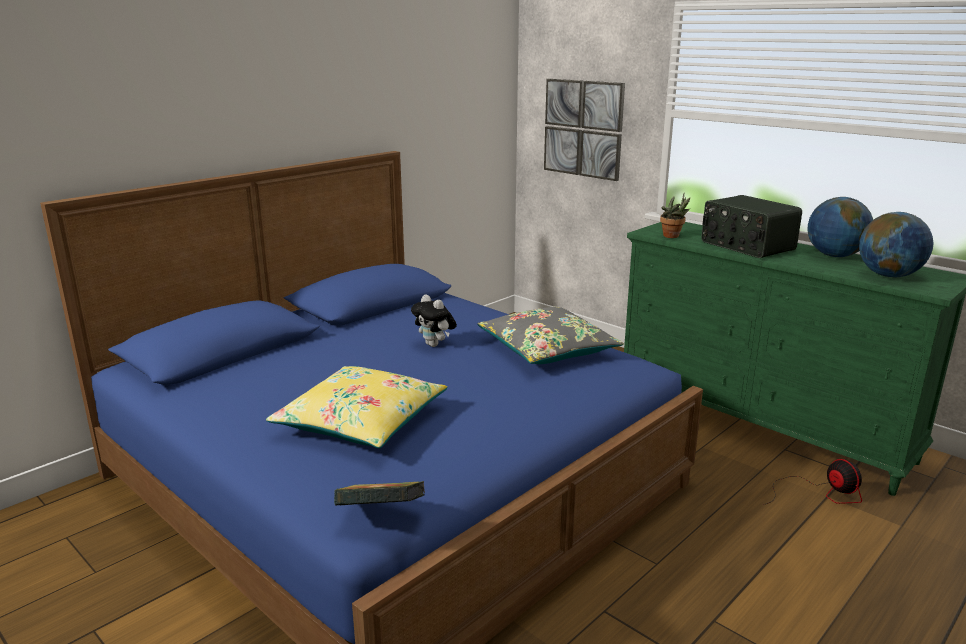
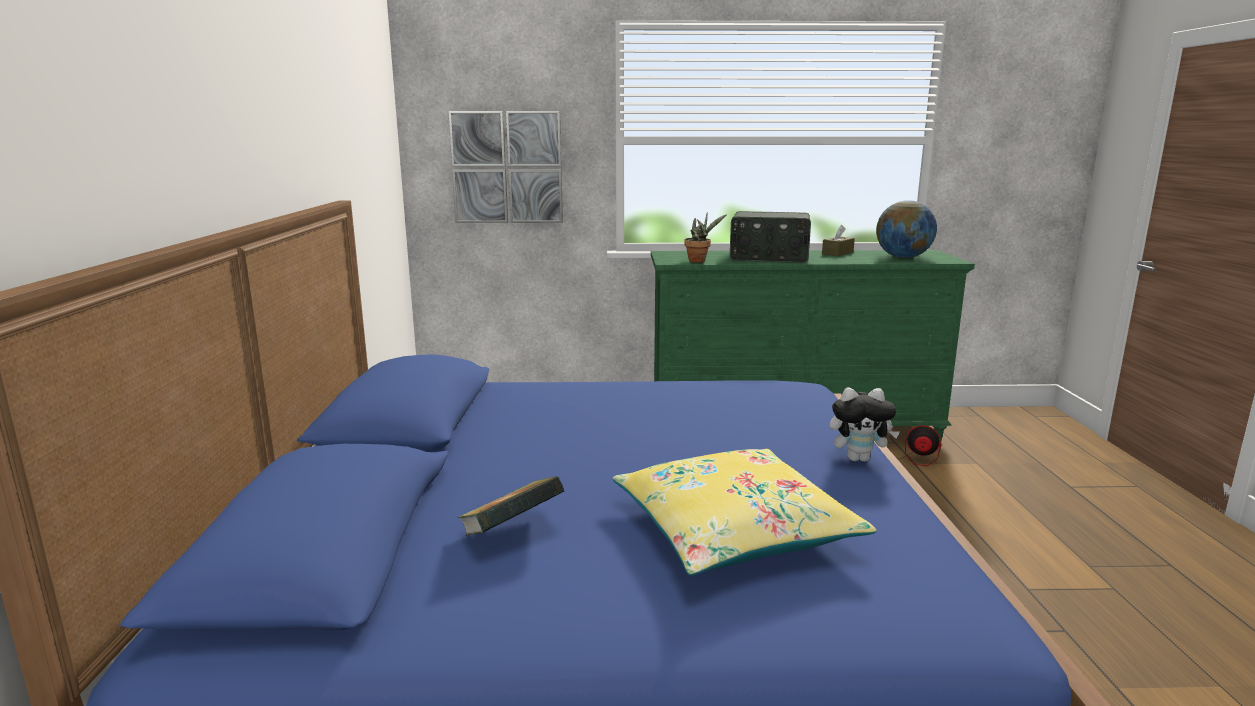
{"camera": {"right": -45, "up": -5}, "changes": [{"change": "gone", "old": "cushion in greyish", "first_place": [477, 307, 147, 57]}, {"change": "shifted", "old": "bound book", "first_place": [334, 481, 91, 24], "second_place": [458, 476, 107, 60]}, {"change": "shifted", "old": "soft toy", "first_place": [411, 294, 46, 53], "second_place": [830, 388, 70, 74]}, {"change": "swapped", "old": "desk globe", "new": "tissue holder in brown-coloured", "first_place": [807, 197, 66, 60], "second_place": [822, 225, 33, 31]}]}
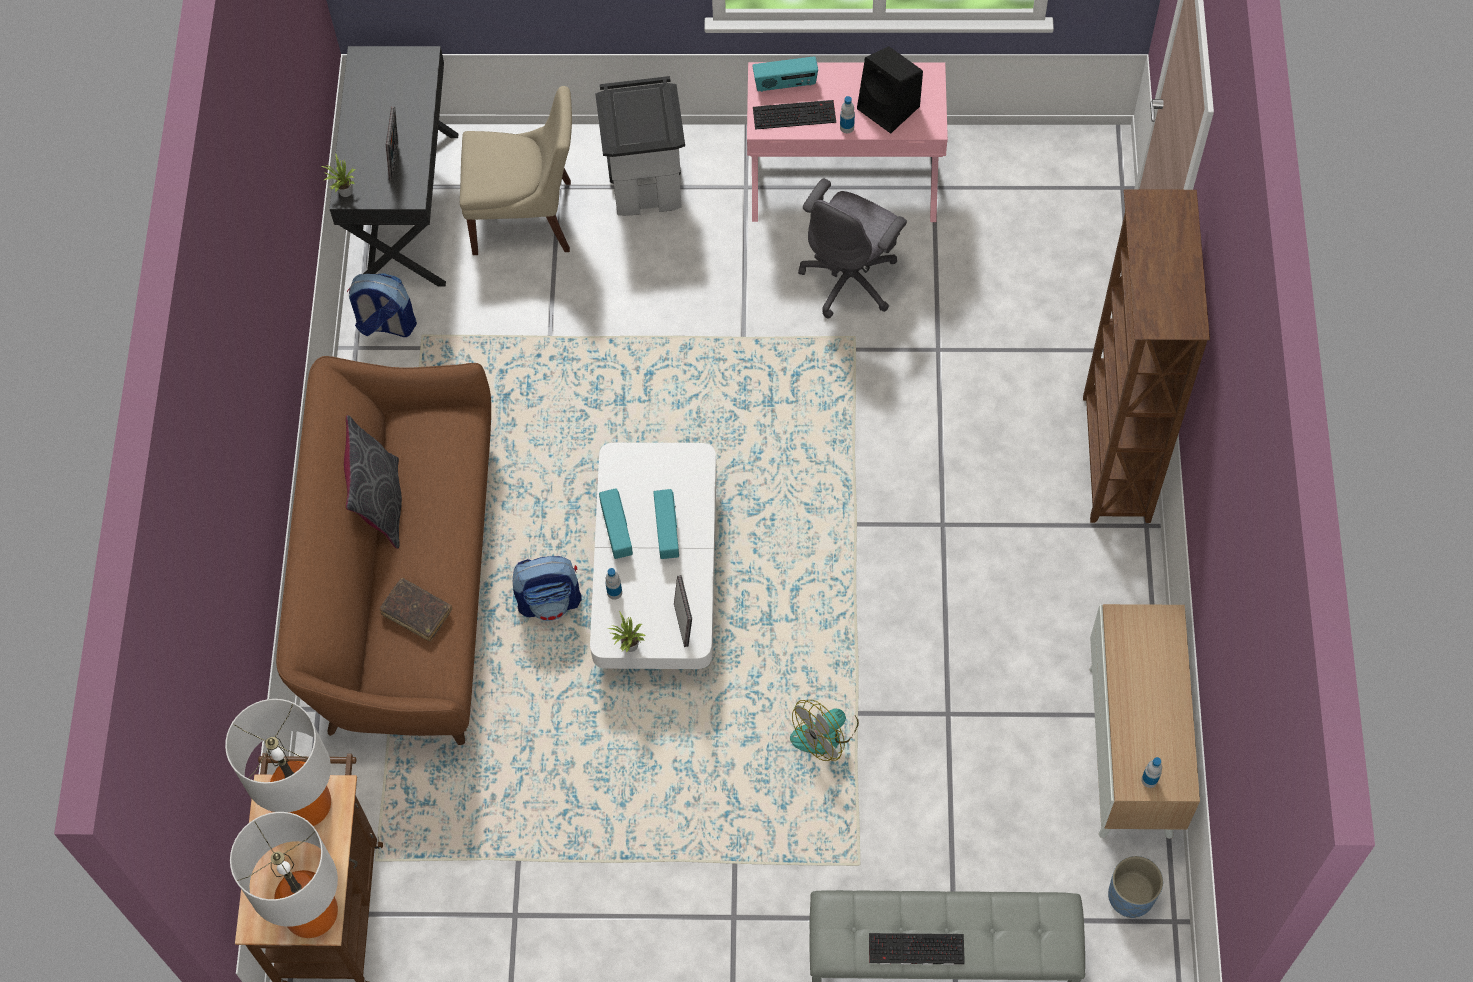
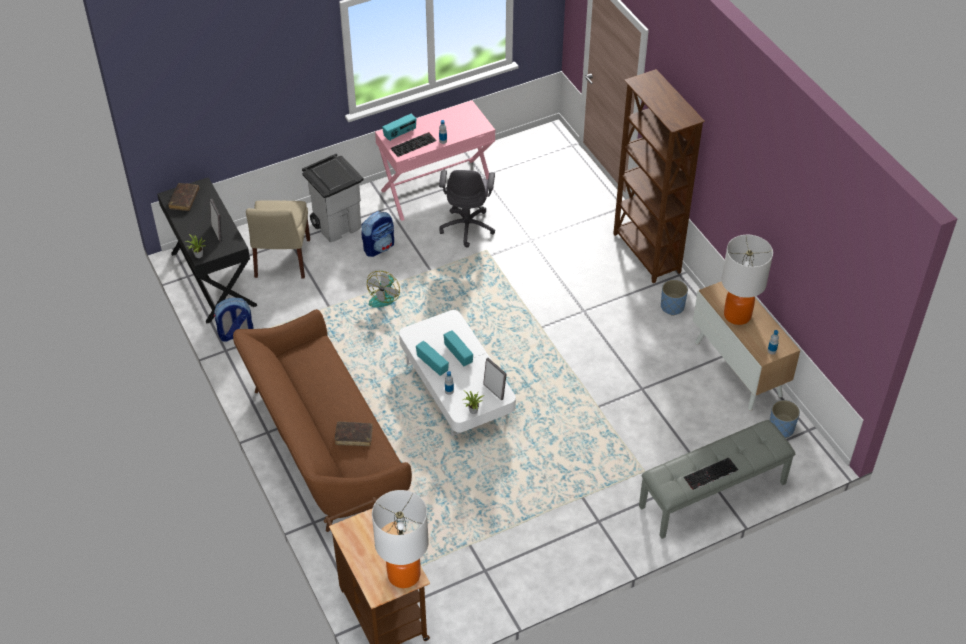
{"camera": {"right": -30, "up": -15}, "changes": [{"change": "gone", "old": "cushion in greyish", "first_place": [344, 415, 58, 134]}, {"change": "gone", "old": "loudspeaker in black-coloured", "first_place": [857, 46, 66, 87]}, {"change": "new", "new": "bound book in brown-coloured", "second_place": [168, 183, 31, 28]}, {"change": "new", "new": "flower pot in blue", "second_place": [661, 280, 27, 36]}, {"change": "shifted", "old": "lamp for a table", "first_place": [225, 699, 106, 127], "second_place": [721, 235, 52, 90]}, {"change": "shifted", "old": "knapsack", "first_place": [512, 556, 70, 65], "second_place": [361, 211, 33, 46]}, {"change": "shifted", "old": "fan", "first_place": [790, 700, 69, 61], "second_place": [367, 271, 33, 36]}, {"change": "rotated", "old": "plain chair in beige-coloured", "first_place": [460, 86, 112, 169], "second_place": [246, 200, 64, 78], "degrees": 120}]}
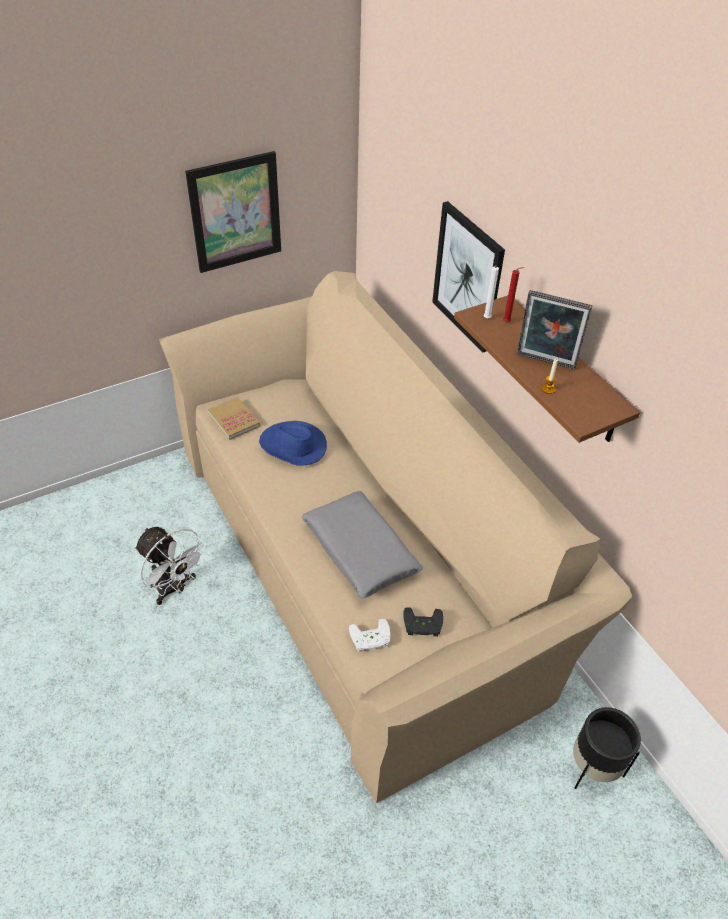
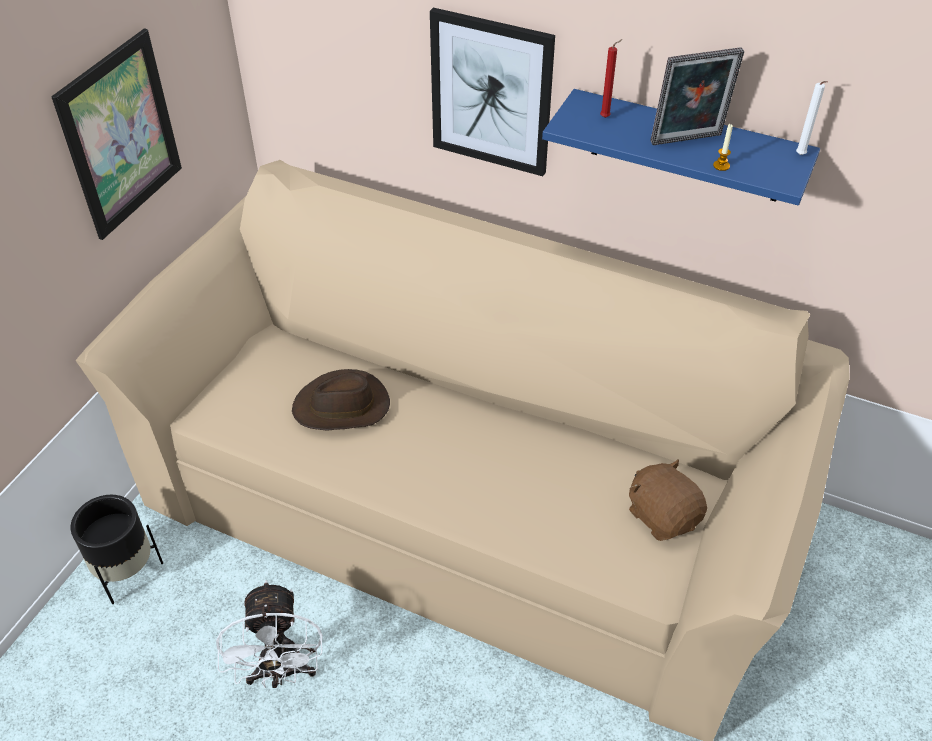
{"camera": {"right": -35, "up": 0}, "changes": [{"change": "gone", "old": "bound book", "first_place": [208, 397, 52, 43]}, {"change": "gone", "old": "cushion in greyish", "first_place": [302, 491, 121, 108]}, {"change": "gone", "old": "gamepad in white-coloured", "first_place": [349, 619, 41, 33]}, {"change": "shifted", "old": "wax light in white-coloured", "first_place": [484, 266, 15, 53], "second_place": [796, 81, 32, 74]}, {"change": "shifted", "old": "flower pot in black-coloured", "first_place": [573, 707, 68, 82], "second_place": [71, 495, 92, 109]}, {"change": "swapped", "old": "gamepad in black-coloured", "new": "soft toy in brown-coloured", "first_place": [403, 607, 40, 29], "second_place": [629, 459, 78, 82]}, {"change": "repainted", "old": "clothing hat in blue", "new": "clothing hat in brown-coloured", "first_place": [259, 421, 68, 45], "second_place": [292, 369, 98, 62]}, {"change": "repainted", "old": "shelf in brown-coloured", "new": "shelf in blue", "first_place": [454, 295, 186, 148], "second_place": [542, 89, 278, 117]}, {"change": "rotated", "old": "fan in white-coloured", "first_place": [135, 527, 72, 78], "second_place": [216, 580, 107, 108], "degrees": 75}]}
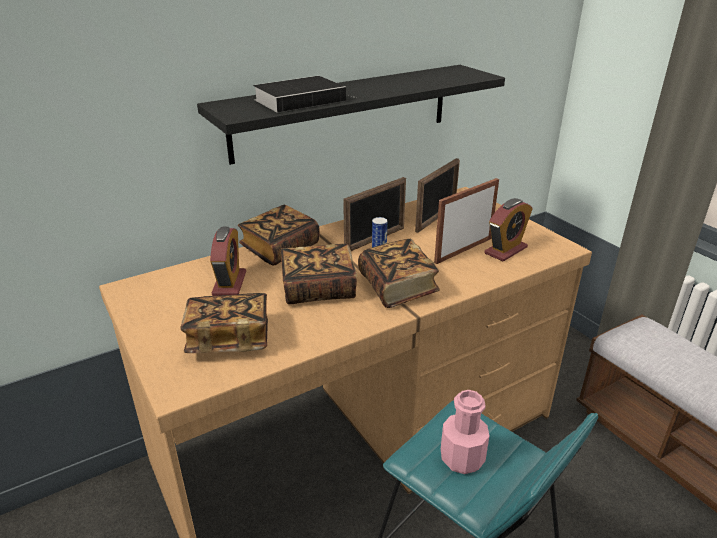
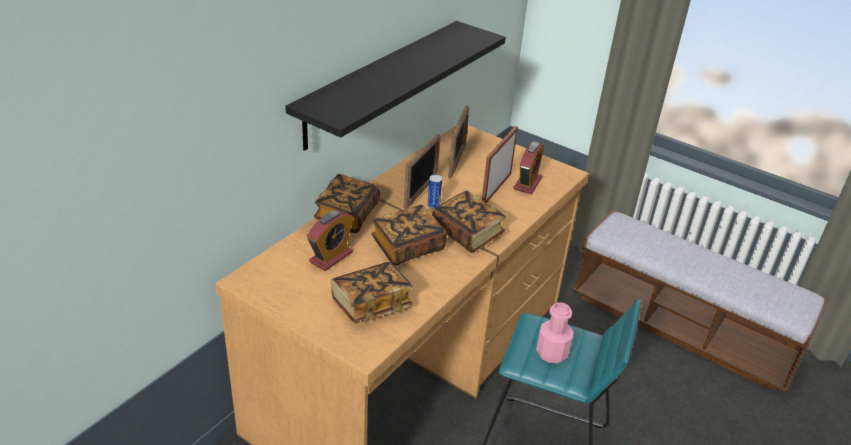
{"camera": {"right": -25, "up": 5}, "changes": [{"change": "gone", "old": "bound book", "first_place": [253, 76, 103, 37]}, {"change": "rotated", "old": "bedside clock", "first_place": [210, 227, 36, 69], "second_place": [307, 210, 47, 61], "degrees": 60}]}
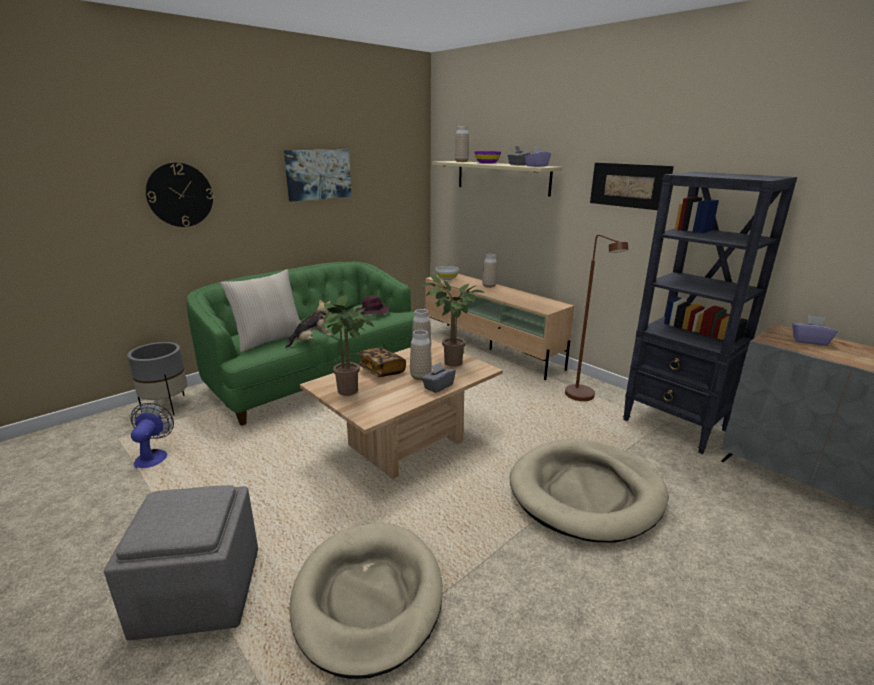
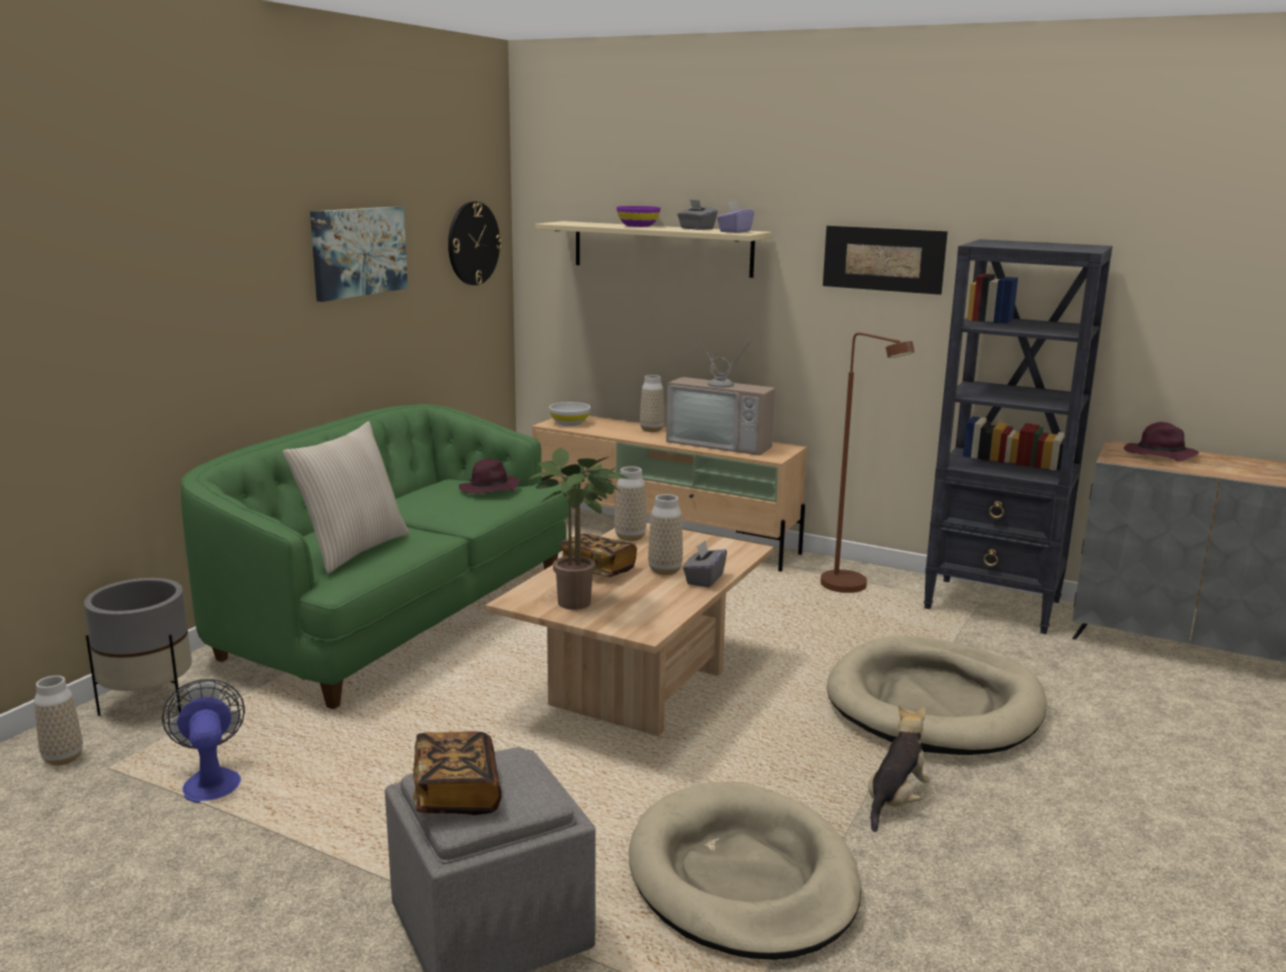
{"camera": {"right": -20, "up": -5}, "changes": [{"change": "gone", "old": "potted plant", "first_place": [423, 274, 62, 93]}, {"change": "new", "new": "bound book", "second_place": [413, 731, 89, 84]}, {"change": "new", "new": "television", "second_place": [666, 331, 109, 124]}, {"change": "shifted", "old": "hanging clock", "first_place": [146, 163, 67, 64], "second_place": [448, 201, 54, 84]}, {"change": "shifted", "old": "soft toy", "first_place": [285, 299, 47, 49], "second_place": [868, 706, 62, 126]}, {"change": "shifted", "old": "vase", "first_place": [454, 126, 15, 36], "second_place": [34, 675, 49, 91]}, {"change": "swapped", "old": "tissue holder in purple-coloured", "new": "clothing hat in purple-coloured", "first_place": [792, 315, 46, 31], "second_place": [1124, 422, 75, 40]}]}
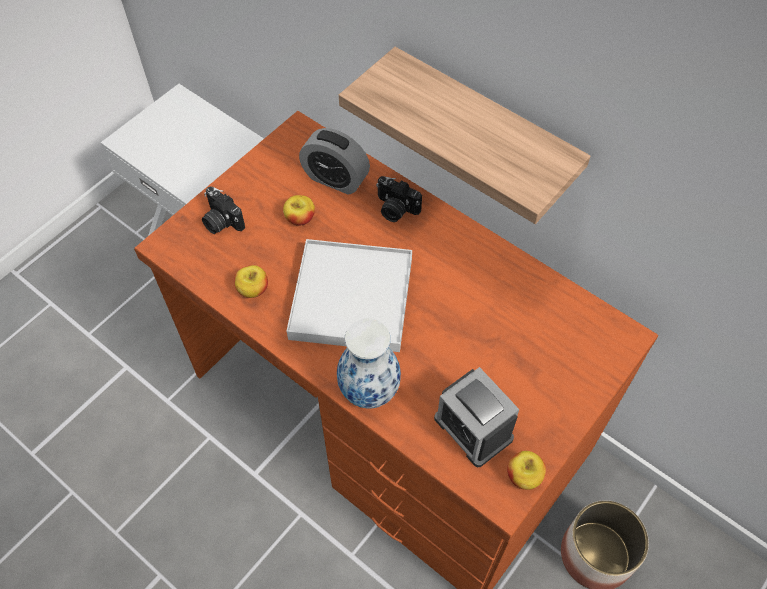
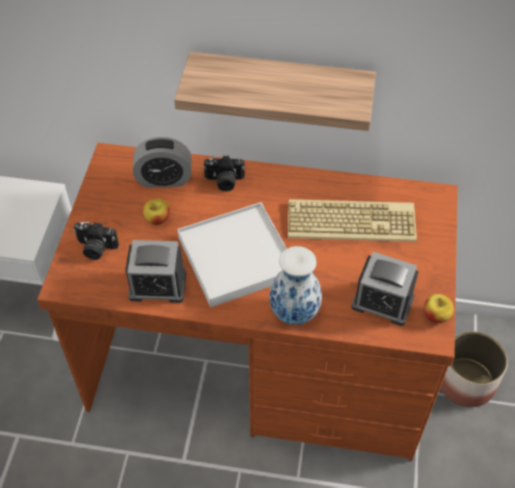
{"camera": {"right": -30, "up": -5}, "changes": [{"change": "new", "new": "computer keyboard", "second_place": [288, 199, 129, 43]}, {"change": "swapped", "old": "apple", "new": "bedside clock", "first_place": [234, 265, 34, 33], "second_place": [125, 240, 61, 63]}]}
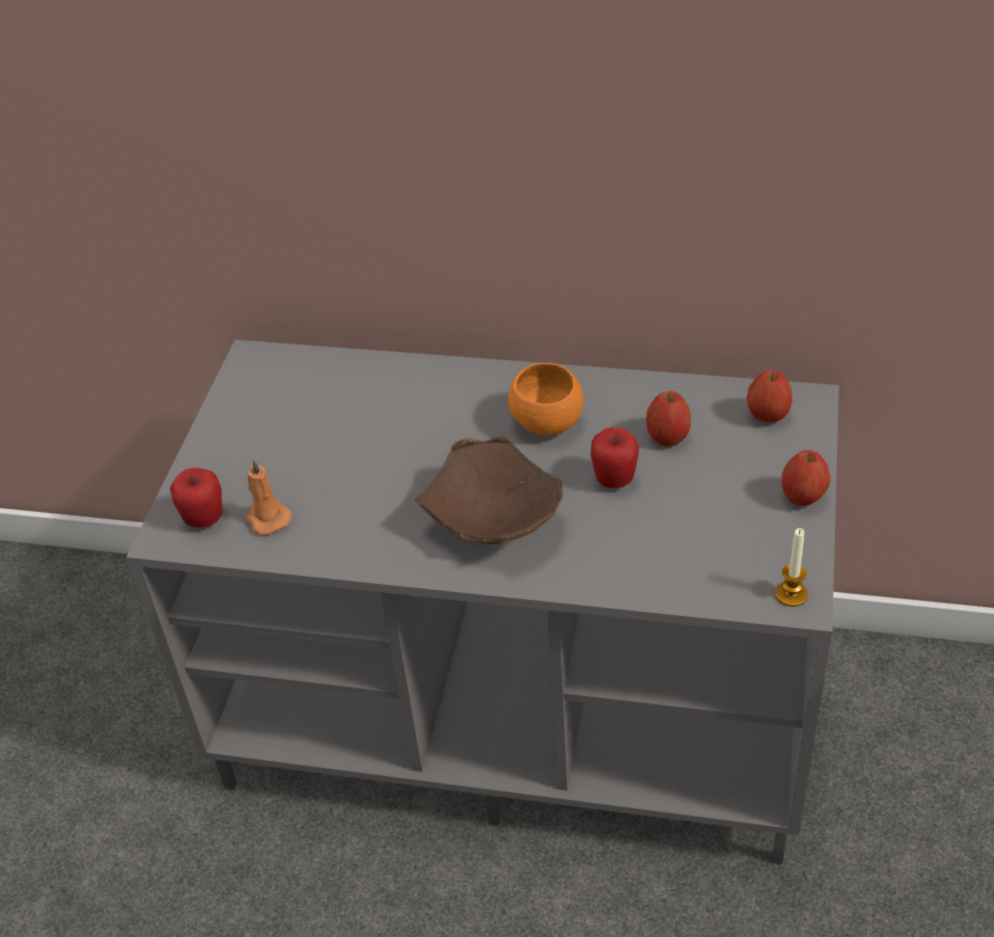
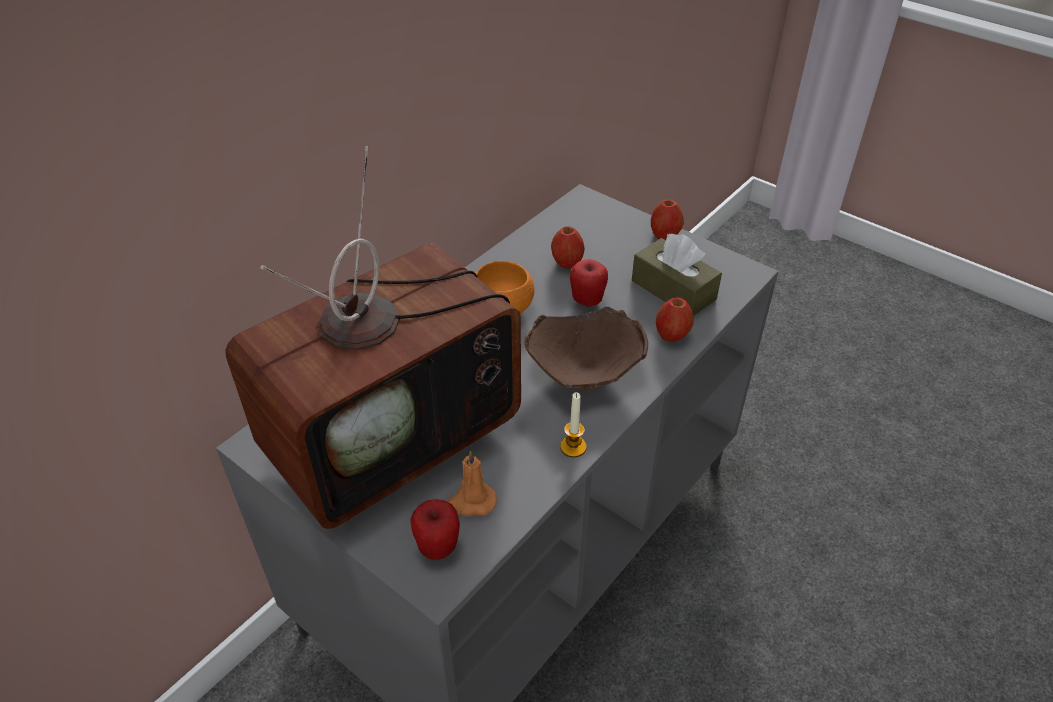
{"camera": {"right": -65, "up": 0}, "changes": [{"change": "new", "new": "television", "second_place": [225, 147, 296, 382]}, {"change": "new", "new": "tissue holder in brown-coloured", "second_place": [632, 234, 90, 82]}, {"change": "shifted", "old": "apple", "first_place": [747, 370, 45, 52], "second_place": [656, 298, 38, 44]}, {"change": "shifted", "old": "wax light", "first_place": [775, 528, 33, 79], "second_place": [560, 392, 27, 65]}]}
